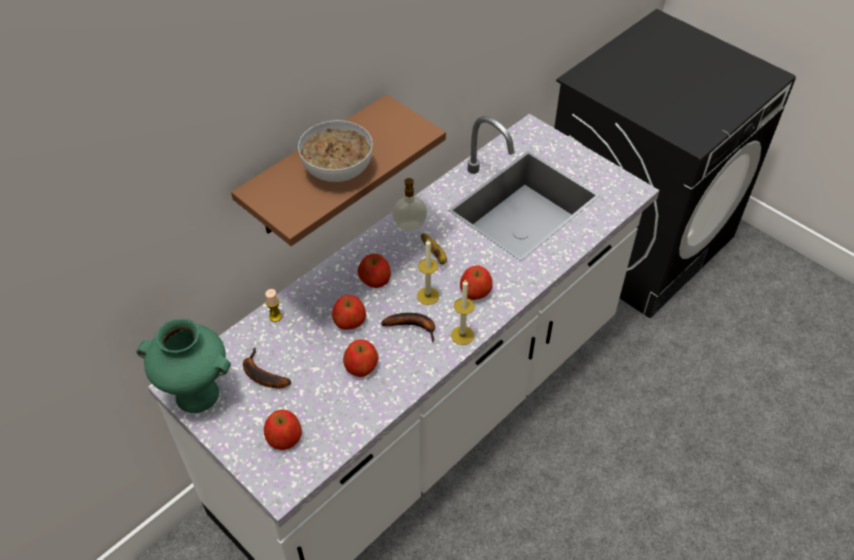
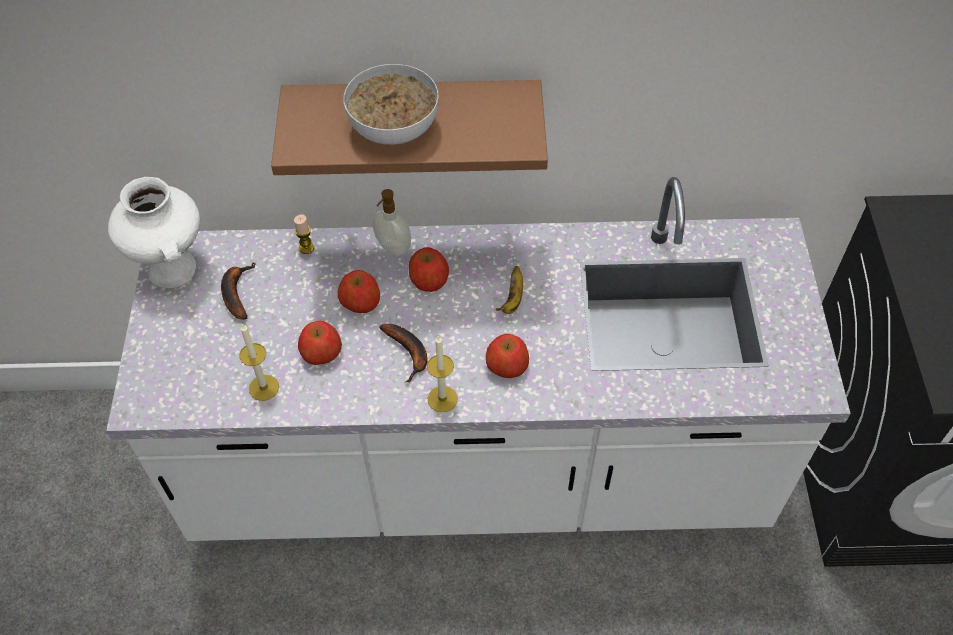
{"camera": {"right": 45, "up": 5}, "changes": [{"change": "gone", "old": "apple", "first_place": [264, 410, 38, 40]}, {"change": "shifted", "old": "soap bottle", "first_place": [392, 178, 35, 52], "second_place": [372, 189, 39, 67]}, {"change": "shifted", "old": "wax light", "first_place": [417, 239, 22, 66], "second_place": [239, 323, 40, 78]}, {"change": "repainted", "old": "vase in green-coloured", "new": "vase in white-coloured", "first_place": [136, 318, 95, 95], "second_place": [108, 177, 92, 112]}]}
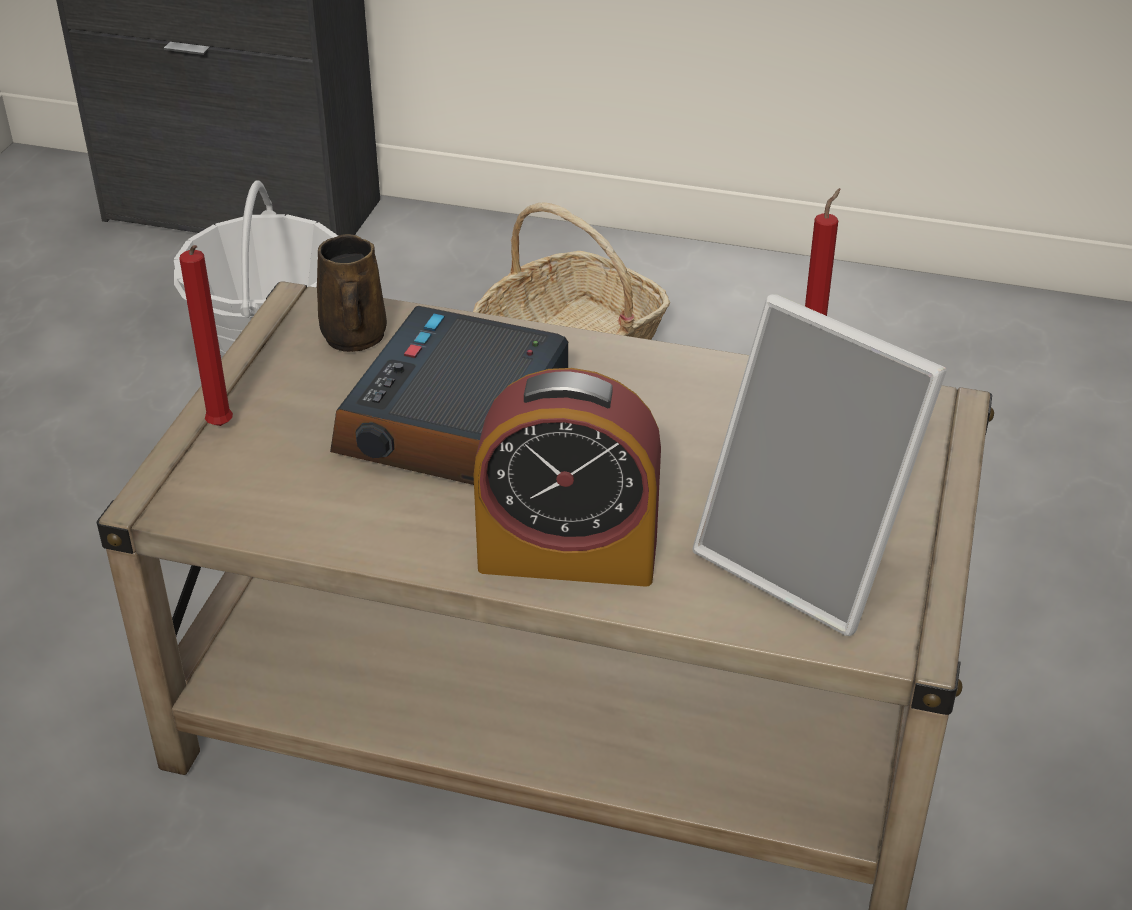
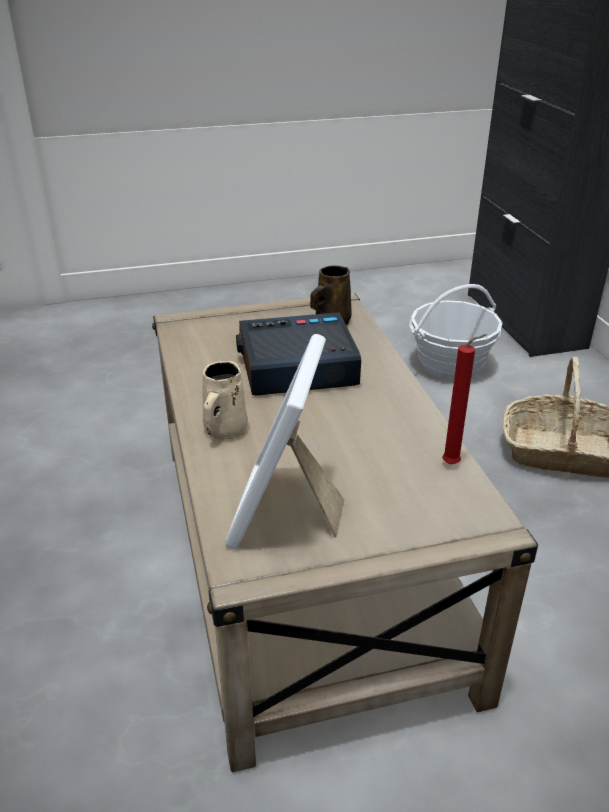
{"camera": {"right": 60, "up": -5}, "changes": [{"change": "gone", "old": "wax light in reddish", "first_place": [179, 245, 54, 181]}, {"change": "swapped", "old": "bedside clock", "new": "tea mug in beige-coloured", "first_place": [473, 368, 188, 219], "second_place": [202, 361, 46, 79]}]}
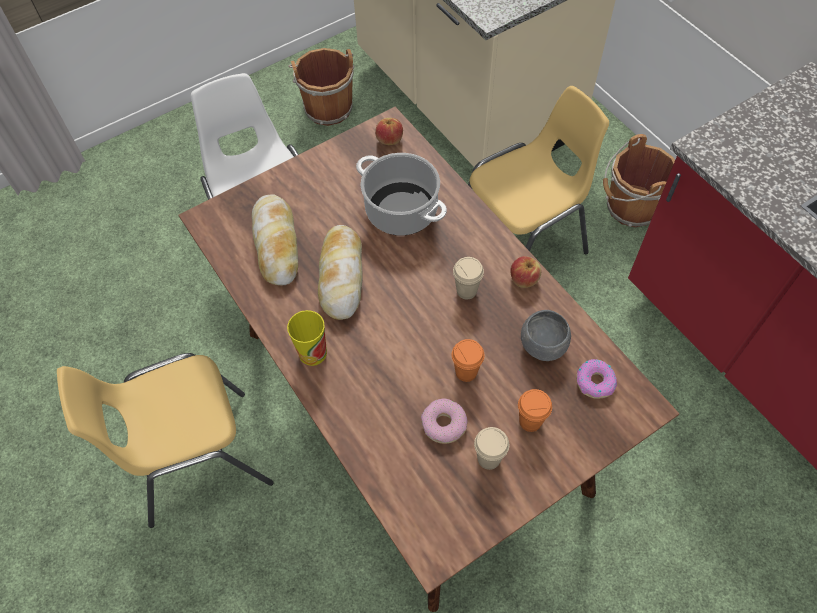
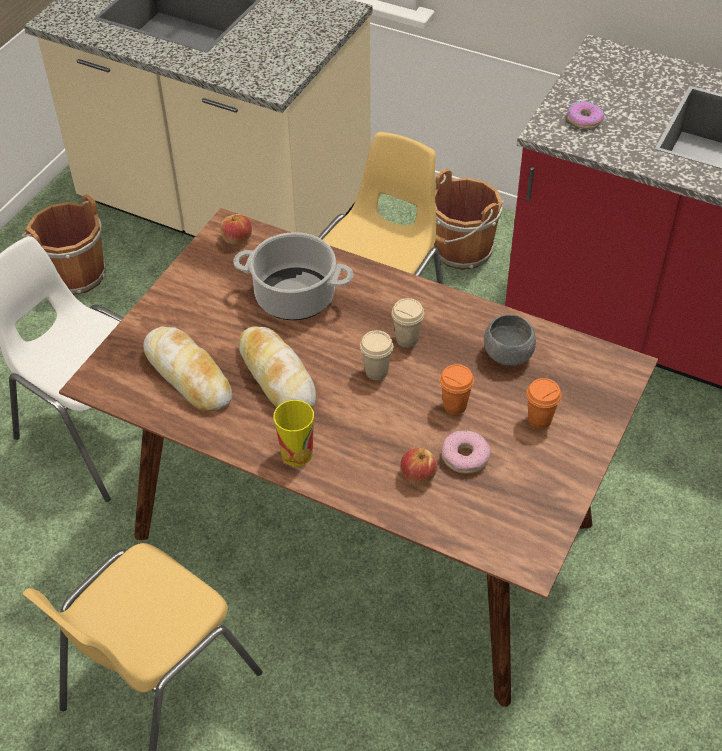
{"camera": {"right": -30, "up": -10}, "changes": [{"change": "shifted", "old": "small cup in beige-coloured", "first_place": [474, 427, 35, 43], "second_place": [360, 330, 33, 50]}, {"change": "shifted", "old": "apple", "first_place": [510, 256, 31, 32], "second_place": [400, 448, 37, 37]}, {"change": "shifted", "old": "doughnut", "first_place": [576, 359, 41, 40], "second_place": [567, 101, 37, 28]}]}
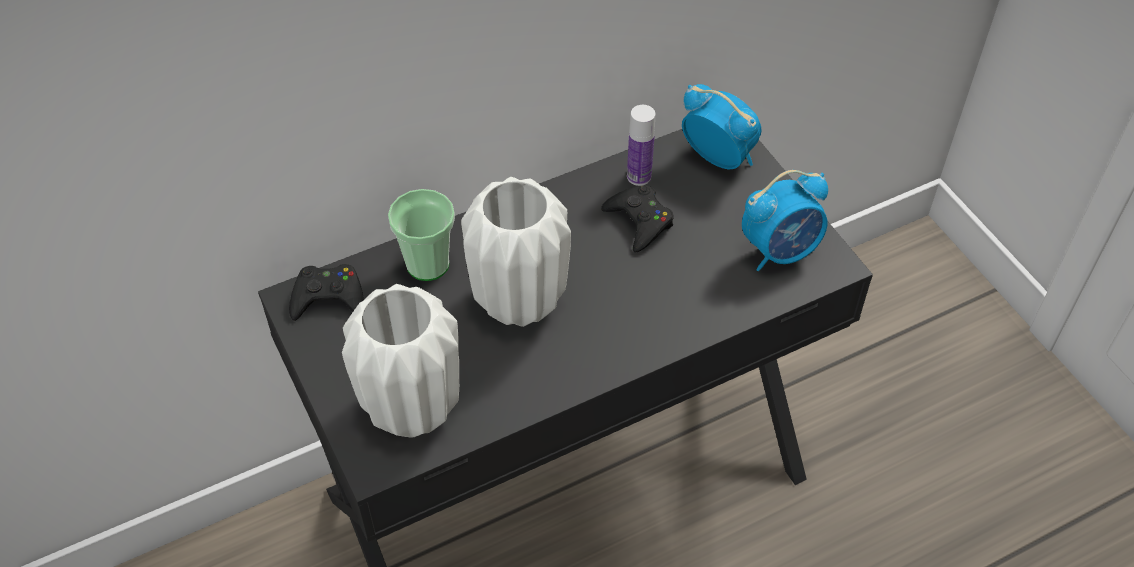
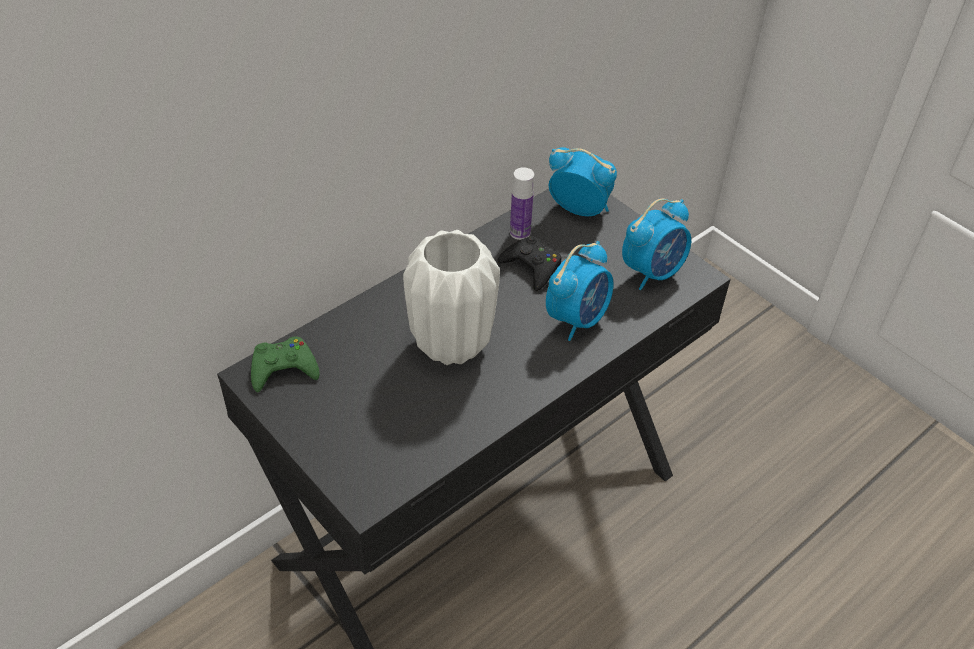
{"camera": {"right": -15, "up": -5}, "changes": [{"change": "gone", "old": "vase in white-coloured", "first_place": [342, 284, 117, 154]}, {"change": "gone", "old": "small cup", "first_place": [388, 189, 67, 92]}, {"change": "new", "new": "bedside clock", "second_place": [546, 241, 68, 100]}, {"change": "repainted", "old": "gamepad in black-coloured", "new": "gamepad in green-coloured", "first_place": [289, 264, 75, 57], "second_place": [251, 337, 69, 55]}]}
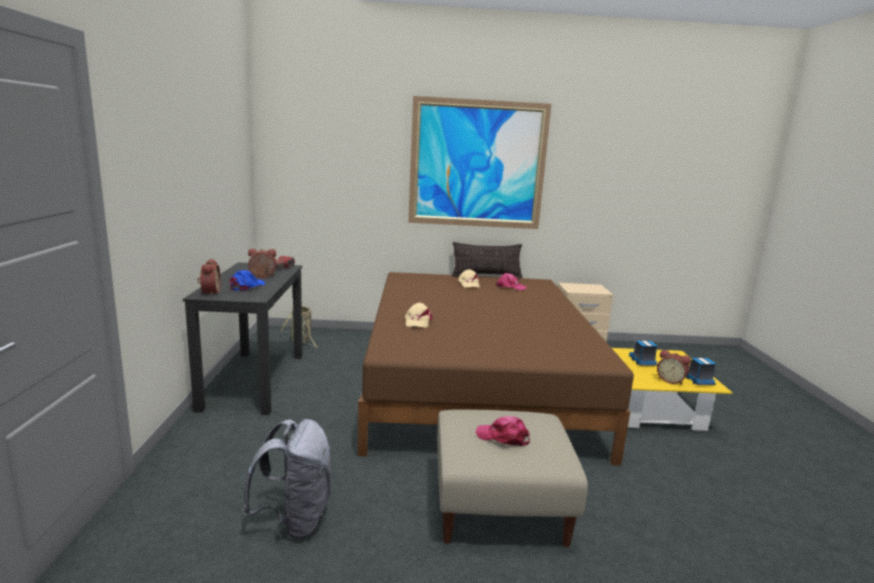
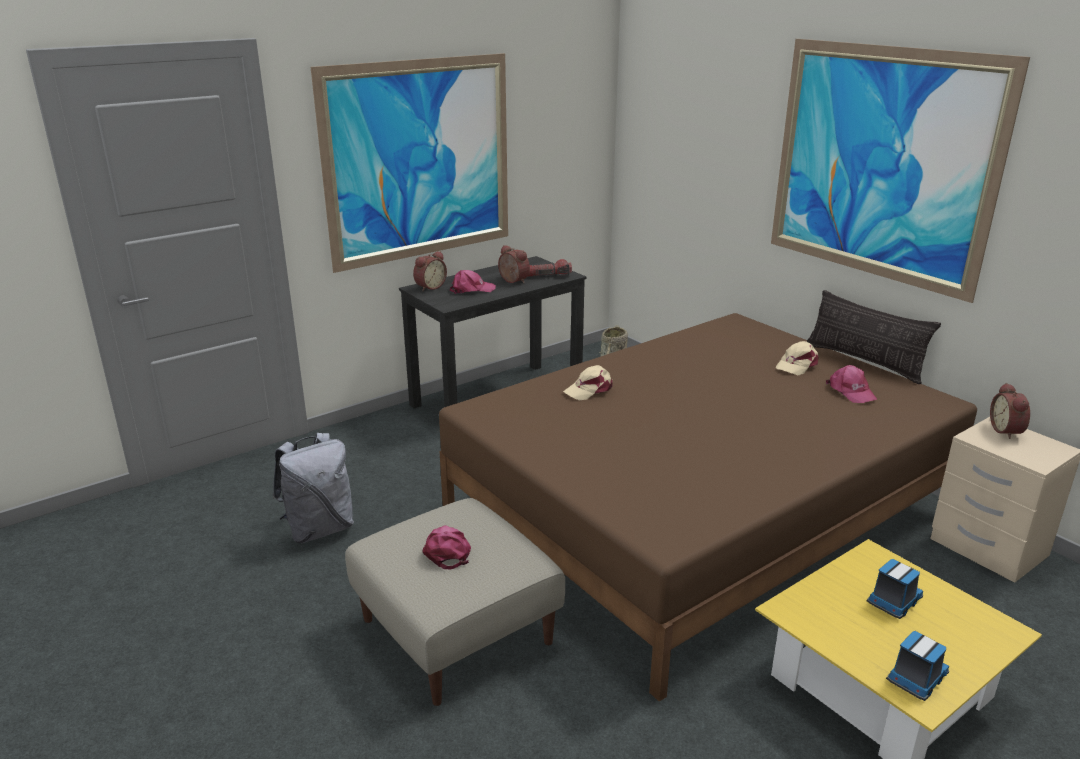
{"camera": {"right": 55, "up": 10}, "changes": [{"change": "new", "new": "picture", "second_place": [311, 53, 197, 220]}, {"change": "shifted", "old": "bedside clock", "first_place": [657, 350, 34, 35], "second_place": [990, 383, 40, 56]}, {"change": "repainted", "old": "cap in blue", "new": "cap in pink-coloured", "first_place": [230, 270, 35, 21], "second_place": [450, 270, 46, 24]}]}
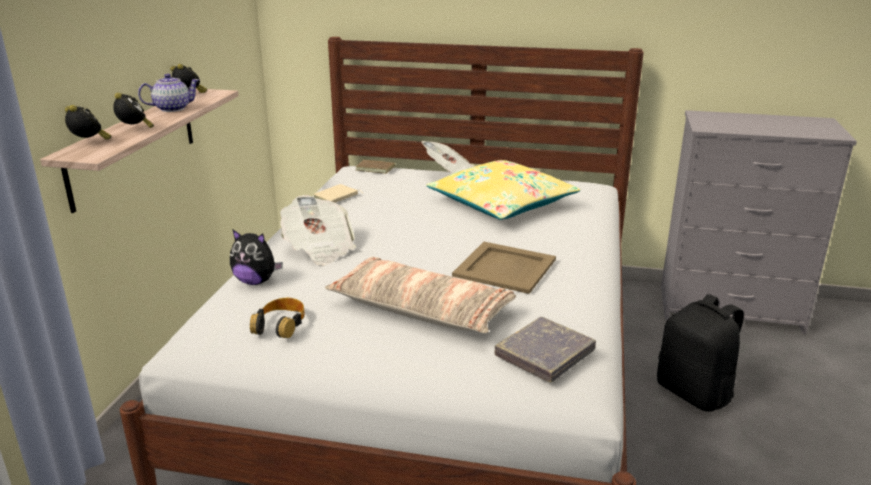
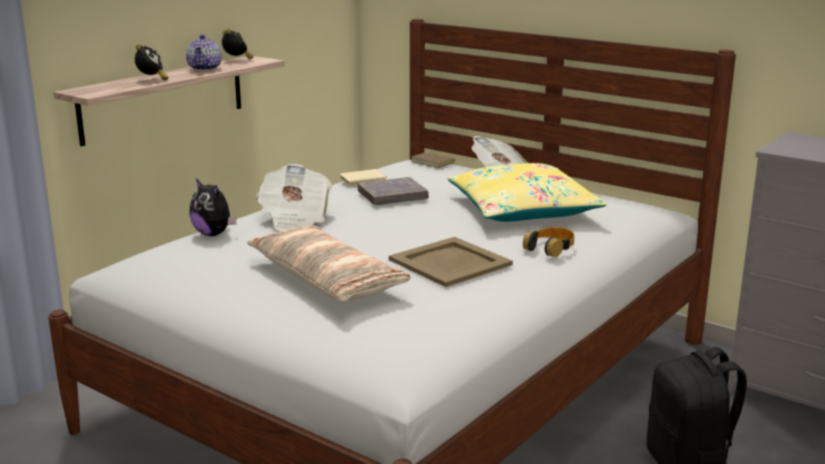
{"camera": {"right": 25, "up": -5}, "changes": [{"change": "gone", "old": "bedside clock", "first_place": [65, 105, 46, 34]}, {"change": "shifted", "old": "headset", "first_place": [250, 298, 55, 40], "second_place": [523, 227, 52, 30]}, {"change": "shifted", "old": "bound book in greyish", "first_place": [494, 317, 102, 65], "second_place": [358, 177, 71, 28]}, {"change": "rotated", "old": "tea pot", "first_place": [138, 74, 61, 38], "second_place": [186, 34, 36, 37], "degrees": 90}]}
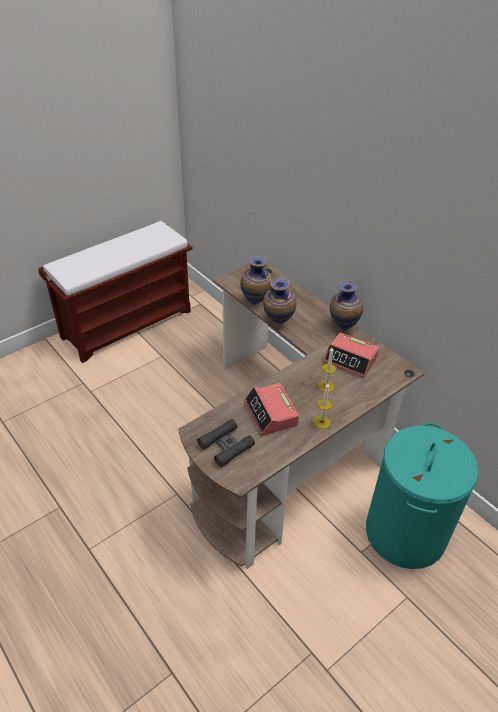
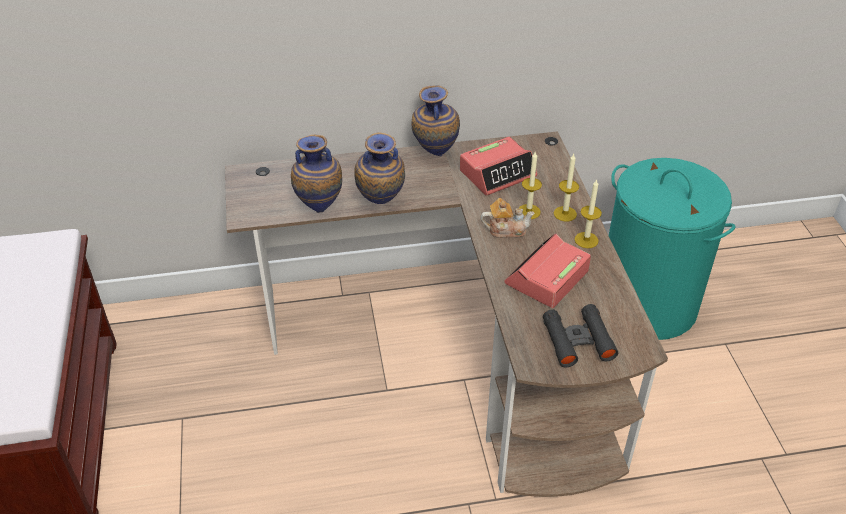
{"camera": {"right": -60, "up": 0}, "changes": [{"change": "new", "new": "tea pot", "second_place": [480, 198, 55, 40]}, {"change": "new", "new": "wax light", "second_place": [554, 154, 25, 67]}, {"change": "rotated", "old": "bedside clock", "first_place": [244, 383, 55, 53], "second_place": [504, 233, 87, 75], "degrees": 120}]}
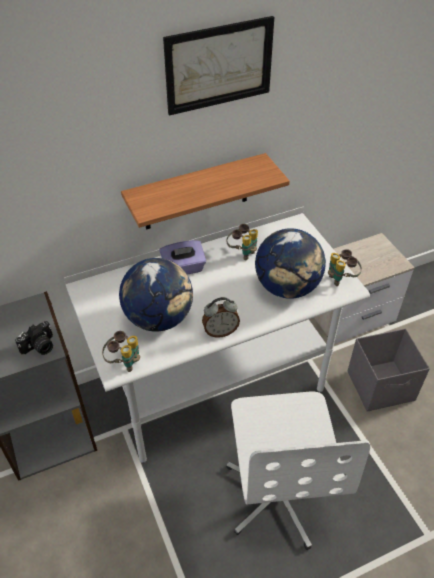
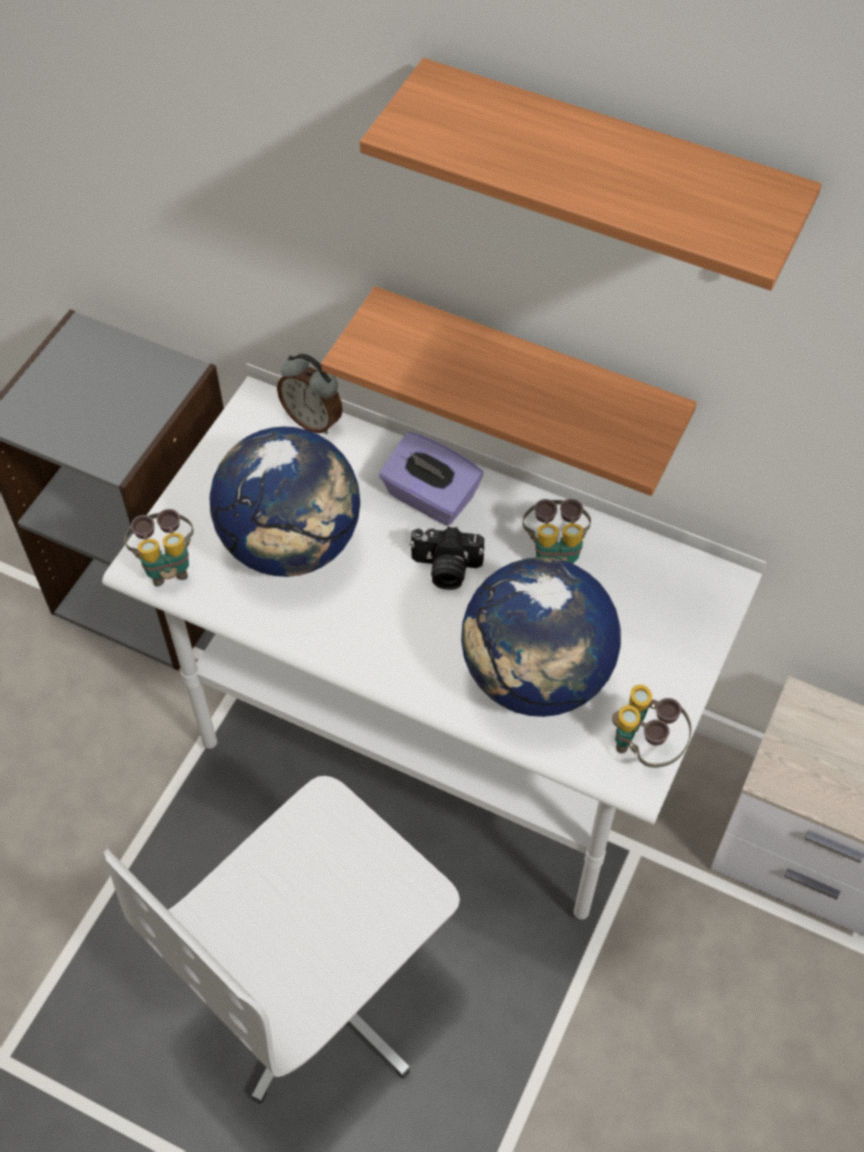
{"camera": {"right": 50, "up": 10}, "changes": [{"change": "gone", "old": "storage bin in greyish", "first_place": [348, 328, 82, 84]}, {"change": "shifted", "old": "photo camera", "first_place": [15, 321, 38, 34], "second_place": [409, 526, 75, 64]}, {"change": "shifted", "old": "bedside clock", "first_place": [202, 297, 38, 41], "second_place": [277, 354, 66, 80]}, {"change": "swapped", "old": "picture", "new": "shelf", "first_place": [163, 16, 111, 100], "second_place": [360, 58, 462, 233]}]}
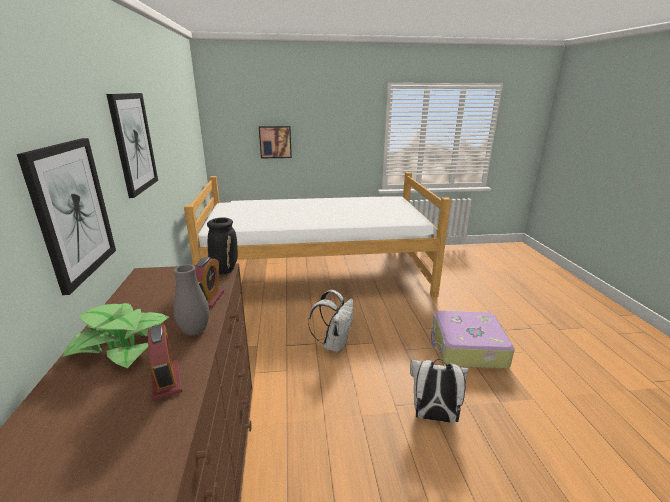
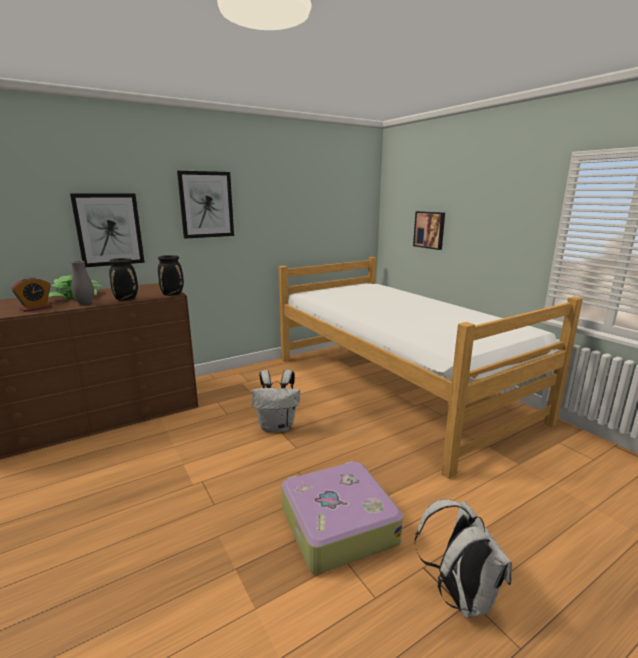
{"camera": {"right": 65, "up": -5}, "changes": [{"change": "shifted", "old": "knapsack in white-coloured", "first_place": [410, 359, 59, 64], "second_place": [415, 499, 97, 119]}, {"change": "swapped", "old": "bedside clock", "new": "vase in black-coloured", "first_place": [195, 257, 29, 51], "second_place": [109, 258, 29, 43]}]}
